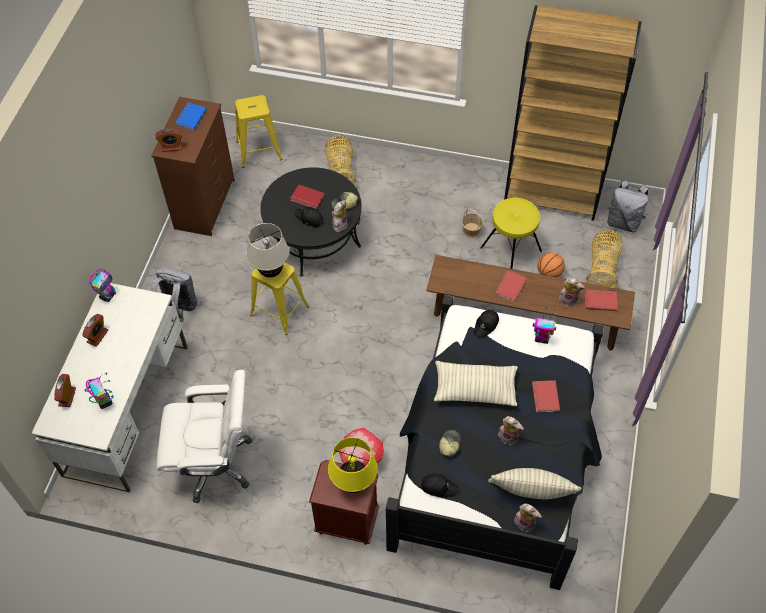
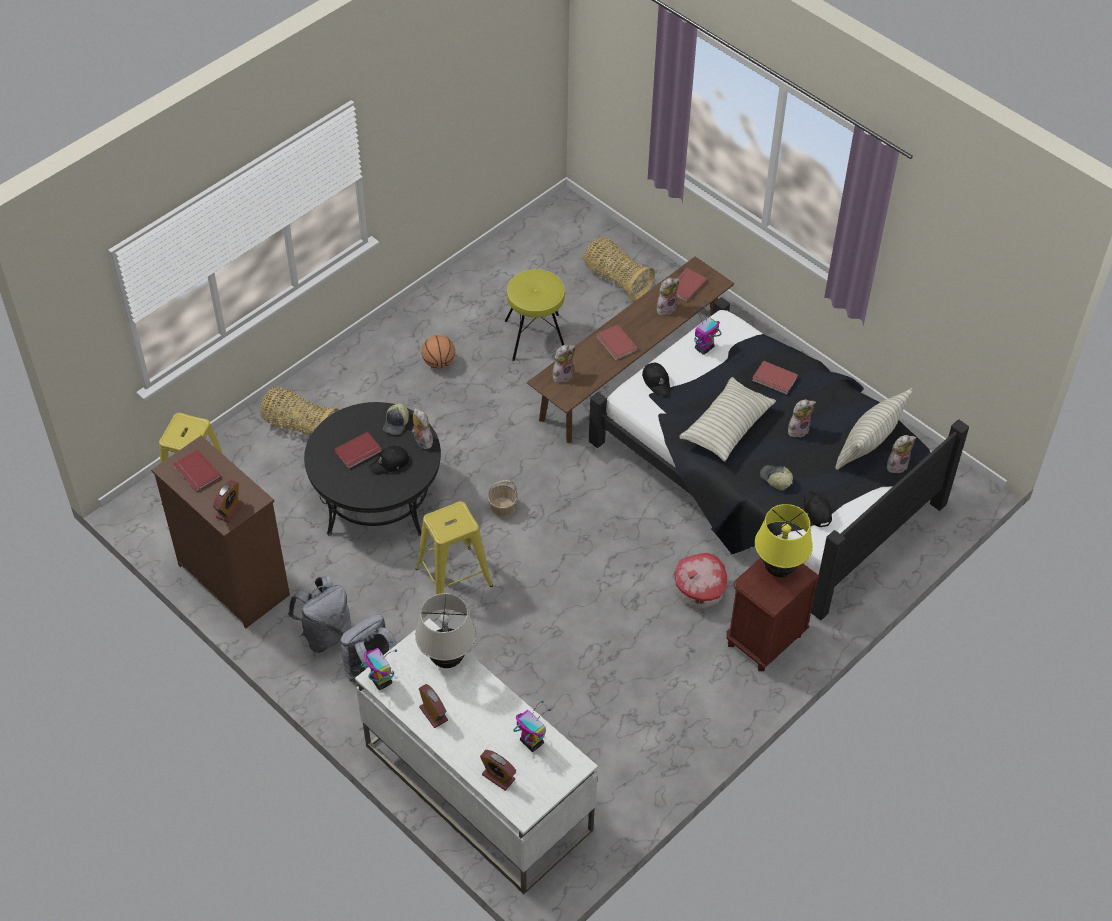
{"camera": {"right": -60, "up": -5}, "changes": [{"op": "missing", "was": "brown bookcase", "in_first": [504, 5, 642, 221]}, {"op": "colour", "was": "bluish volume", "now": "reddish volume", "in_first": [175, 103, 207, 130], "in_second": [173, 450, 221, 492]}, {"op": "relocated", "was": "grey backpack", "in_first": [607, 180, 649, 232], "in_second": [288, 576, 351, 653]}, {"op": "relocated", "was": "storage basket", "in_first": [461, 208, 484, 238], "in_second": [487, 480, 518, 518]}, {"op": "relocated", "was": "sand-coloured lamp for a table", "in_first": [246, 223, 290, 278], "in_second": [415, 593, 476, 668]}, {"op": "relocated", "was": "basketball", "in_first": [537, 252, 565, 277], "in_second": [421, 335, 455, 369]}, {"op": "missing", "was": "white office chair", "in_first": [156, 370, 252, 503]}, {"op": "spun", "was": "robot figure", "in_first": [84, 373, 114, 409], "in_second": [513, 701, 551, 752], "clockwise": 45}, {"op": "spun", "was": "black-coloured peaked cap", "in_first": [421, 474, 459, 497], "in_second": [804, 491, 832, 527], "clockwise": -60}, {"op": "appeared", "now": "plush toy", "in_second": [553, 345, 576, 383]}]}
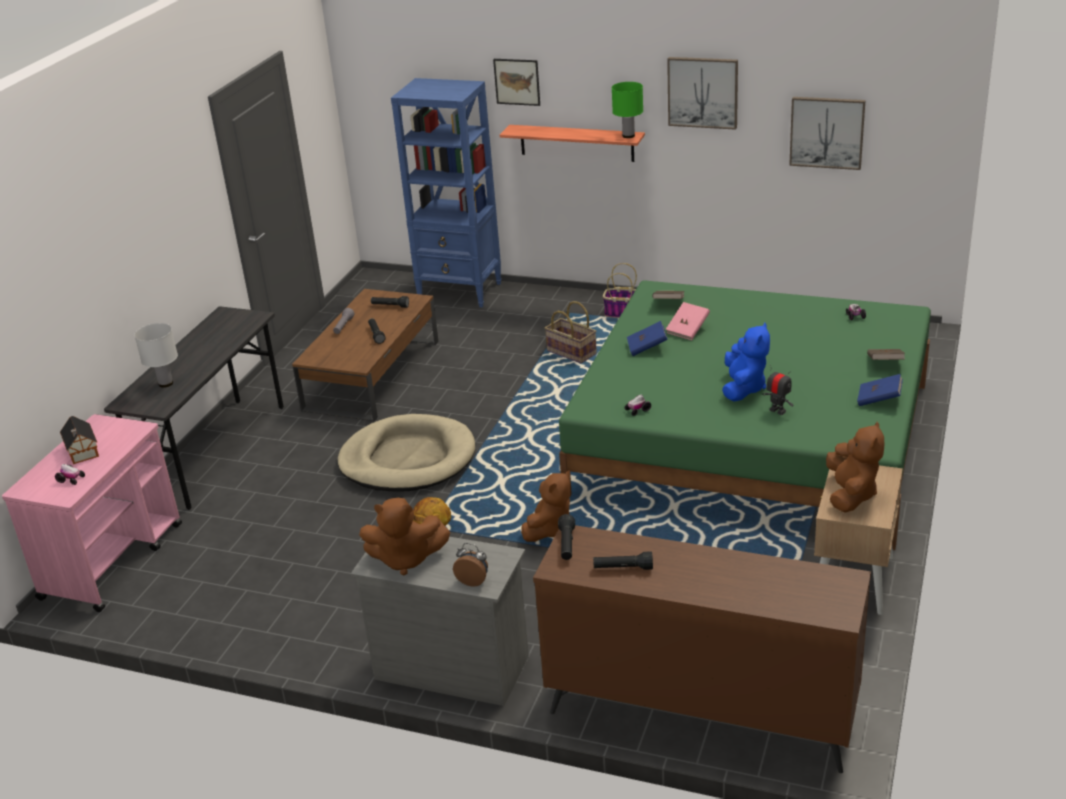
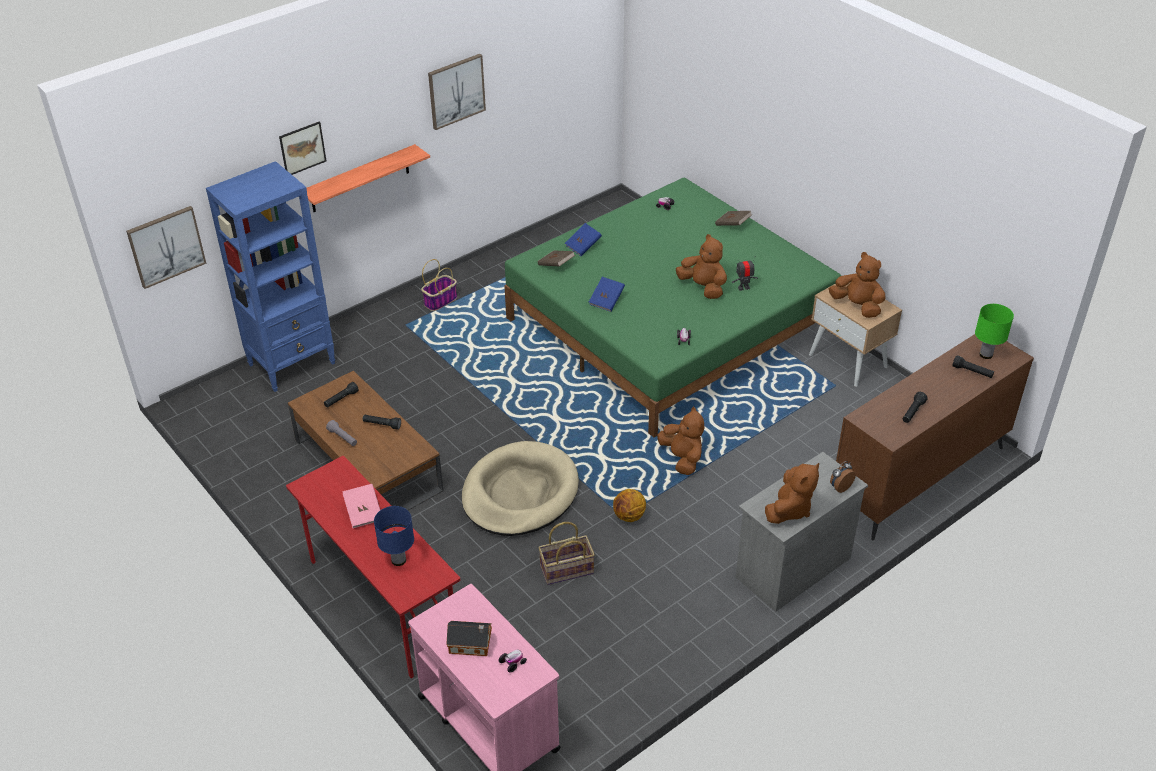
{"camera": {"right": -60, "up": 10}, "changes": [{"op": "relocated", "was": "green-coloured lamp for a table", "in_first": [612, 82, 643, 138], "in_second": [975, 304, 1014, 359]}, {"op": "relocated", "was": "picture", "in_first": [789, 97, 866, 170], "in_second": [126, 206, 206, 289]}, {"op": "relocated", "was": "storage basket", "in_first": [545, 301, 597, 363], "in_second": [538, 522, 595, 585]}, {"op": "relocated", "was": "pink-coloured volume", "in_first": [666, 302, 710, 340], "in_second": [342, 484, 380, 528]}, {"op": "colour", "was": "grey desk", "now": "reddish desk", "in_first": [104, 306, 284, 510], "in_second": [286, 456, 460, 678]}, {"op": "colour", "was": "white lamp for a table", "now": "bluish lamp for a table", "in_first": [134, 323, 178, 388], "in_second": [374, 506, 414, 566]}, {"op": "colour", "was": "bluish plush toy", "now": "brown plush toy", "in_first": [722, 323, 770, 402], "in_second": [676, 234, 727, 299]}, {"op": "relocated", "was": "bluish volume", "in_first": [857, 374, 903, 406], "in_second": [565, 223, 602, 256]}, {"op": "relocated", "was": "black-coloured flashlight", "in_first": [558, 514, 575, 560], "in_second": [952, 355, 994, 378]}]}
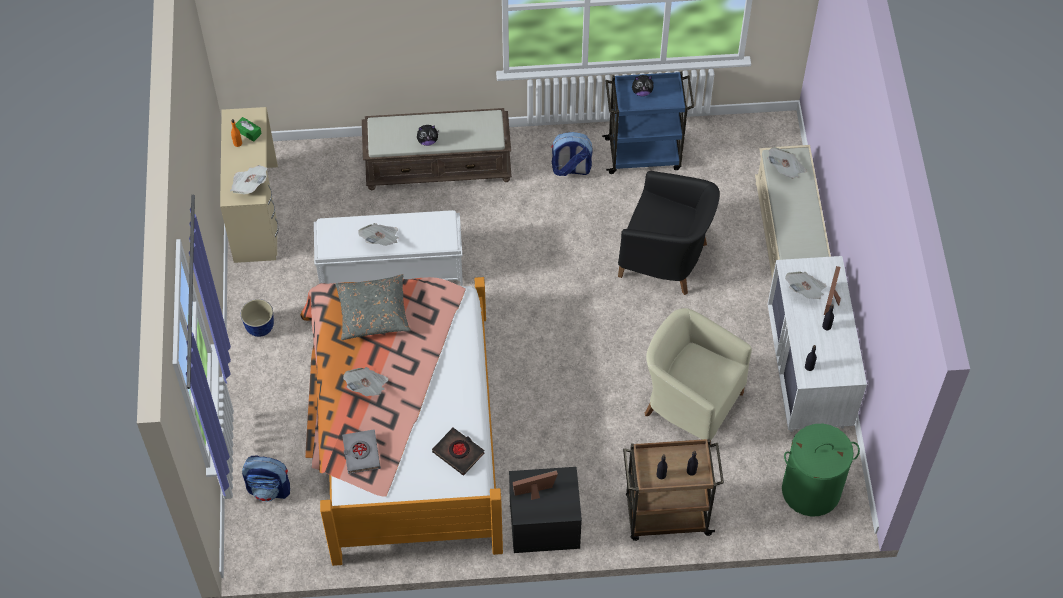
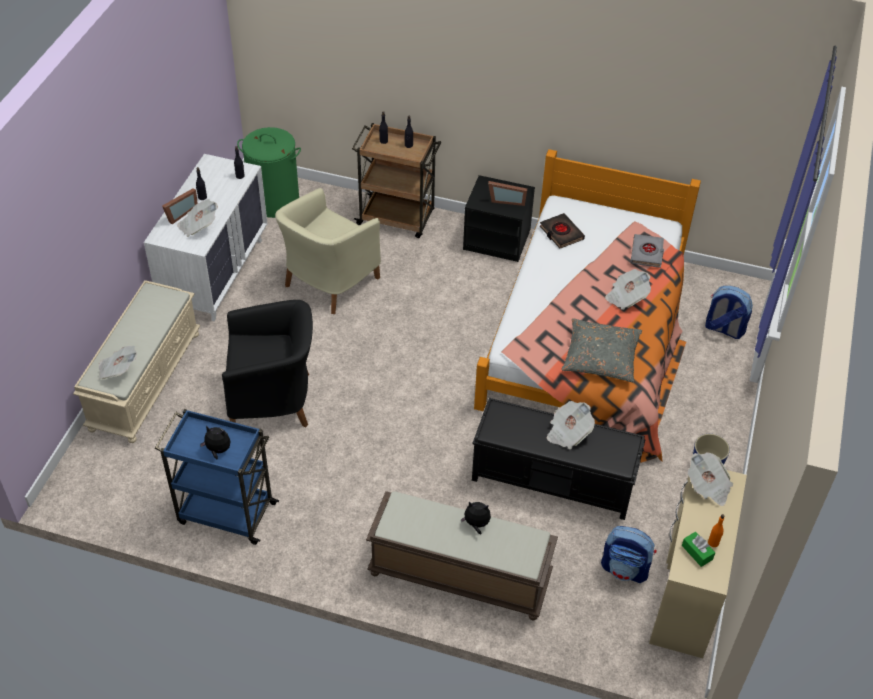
{"camera": {"right": -160, "up": -10}, "changes": [{"op": "relocated", "was": "backpack", "in_first": [551, 132, 593, 176], "in_second": [601, 526, 656, 583]}, {"op": "spun", "was": "black-coloured lounge chair", "in_first": [618, 171, 720, 295], "in_second": [222, 300, 313, 428], "clockwise": 135}, {"op": "colour", "was": "white bench", "now": "black-coloured bench", "in_first": [314, 210, 463, 286], "in_second": [472, 398, 646, 520]}, {"op": "spun", "was": "sand-coloured lounge chair", "in_first": [645, 308, 752, 444], "in_second": [275, 188, 381, 314], "clockwise": 75}]}
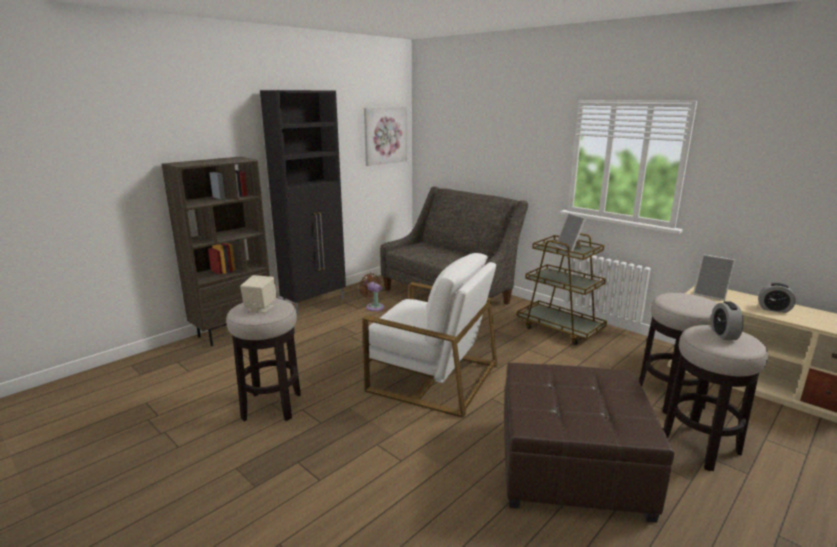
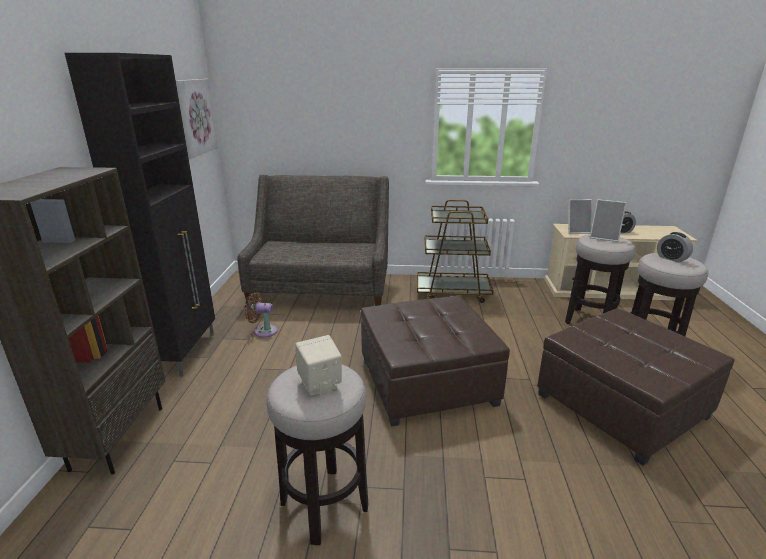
{"camera": {"right": -40, "up": 5}, "changes": [{"op": "relocated", "was": "photo frame", "in_first": [555, 213, 586, 251], "in_second": [590, 199, 627, 242]}, {"op": "exchanged", "was": "white lounge chair", "now": "brown footrest", "in_first": [363, 253, 498, 418], "in_second": [361, 296, 510, 427]}]}
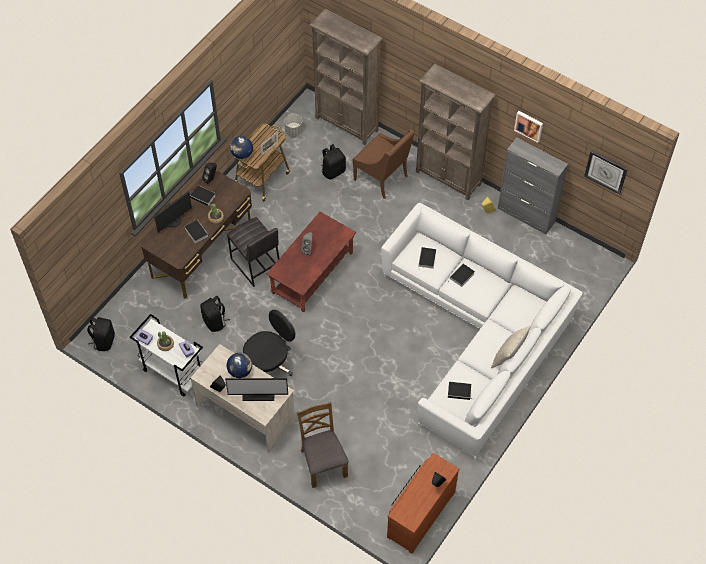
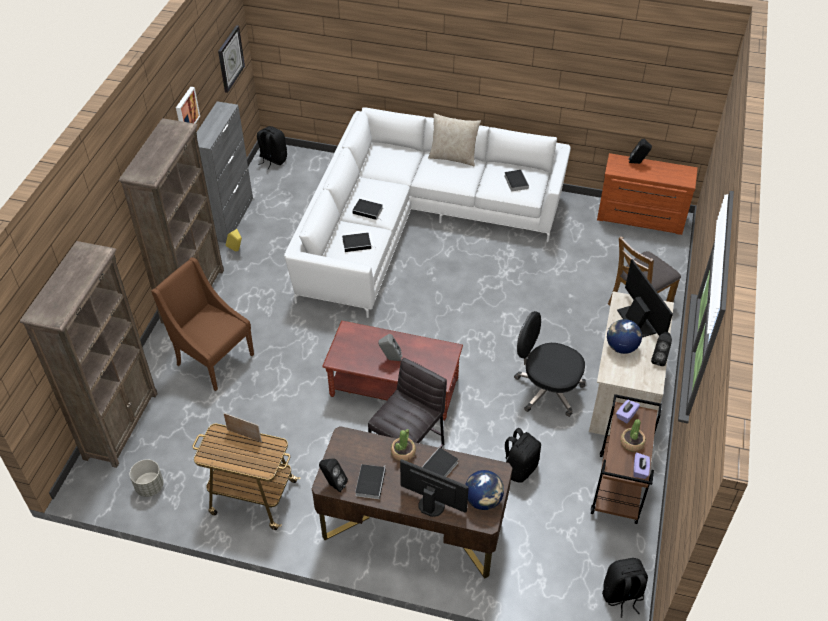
{"camera": {"right": -110, "up": -10}, "changes": [{"op": "spun", "was": "brown lounge chair", "in_first": [352, 129, 415, 199], "in_second": [151, 257, 254, 391], "clockwise": -75}, {"op": "relocated", "was": "world globe", "in_first": [230, 136, 253, 159], "in_second": [465, 470, 504, 510]}, {"op": "relocated", "was": "black-coloured backpack", "in_first": [321, 144, 346, 180], "in_second": [257, 126, 287, 170]}, {"op": "colour", "was": "white trolley", "now": "brown trolley", "in_first": [130, 314, 203, 397], "in_second": [591, 394, 662, 524]}]}
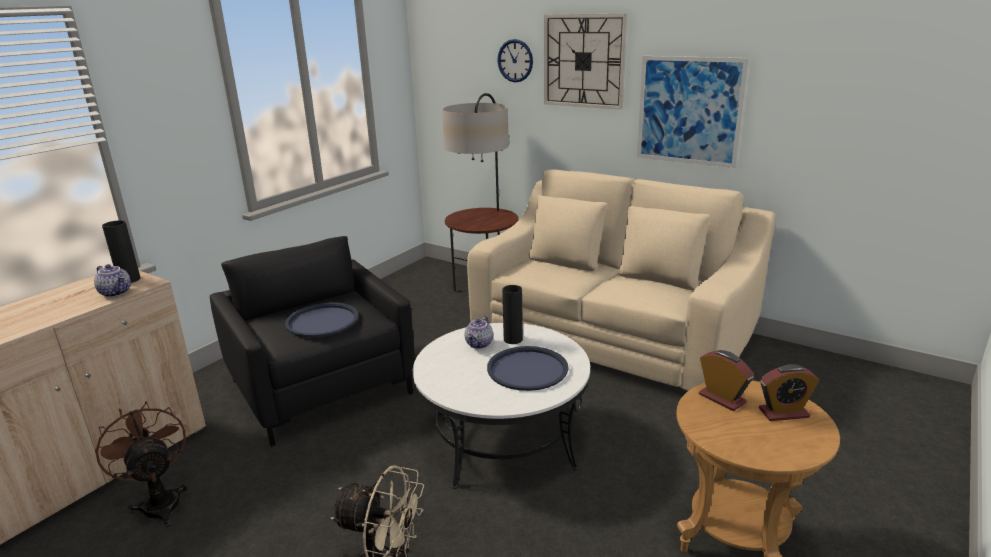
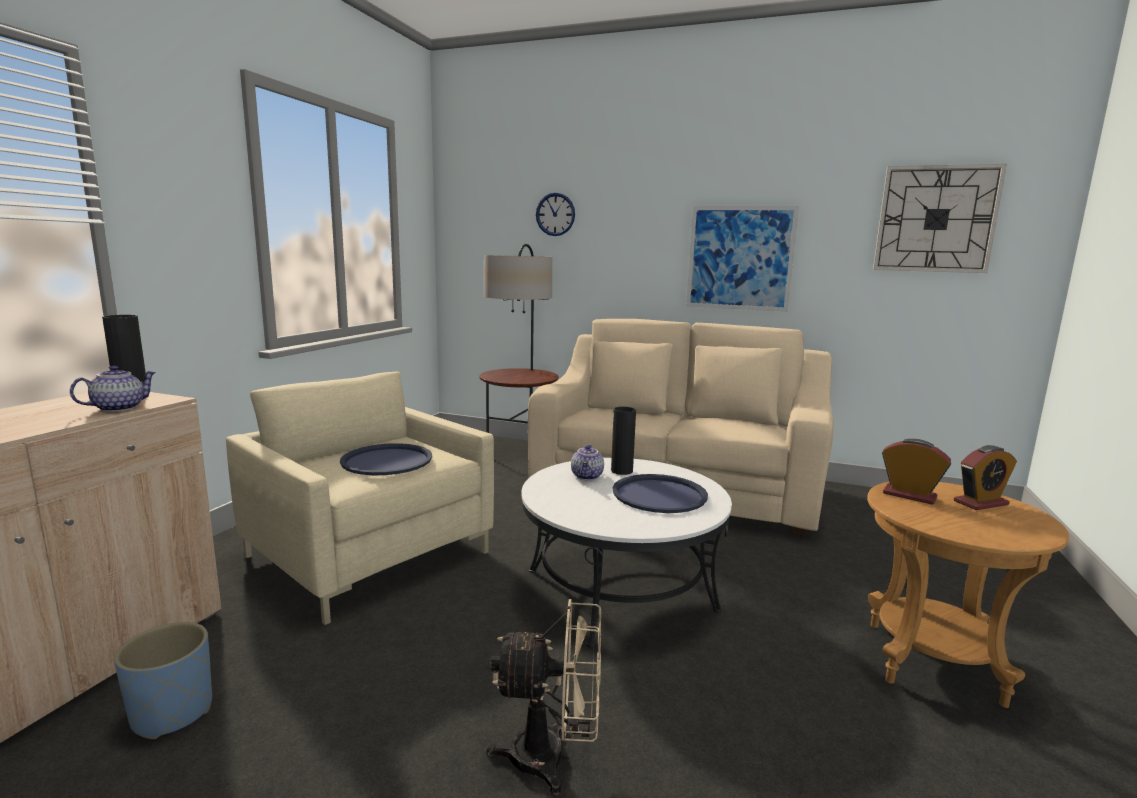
{"camera": {"right": -15, "up": -10}, "changes": [{"op": "relocated", "was": "hanging clock", "in_first": [544, 13, 627, 110], "in_second": [873, 164, 1007, 273]}, {"op": "colour", "was": "black-coloured lounge chair", "now": "sand-coloured lounge chair", "in_first": [210, 236, 415, 447], "in_second": [226, 372, 494, 625]}, {"op": "spun", "was": "teapot", "in_first": [94, 264, 131, 297], "in_second": [70, 365, 156, 412], "clockwise": -75}, {"op": "exchanged", "was": "brown electric fan", "now": "bluish plant pot", "in_first": [95, 401, 188, 527], "in_second": [114, 622, 212, 739]}]}
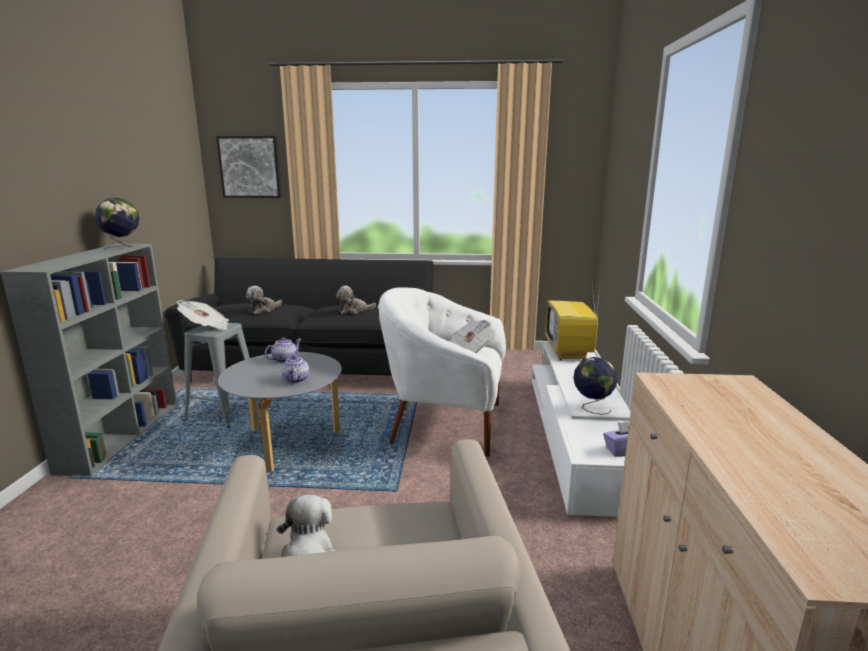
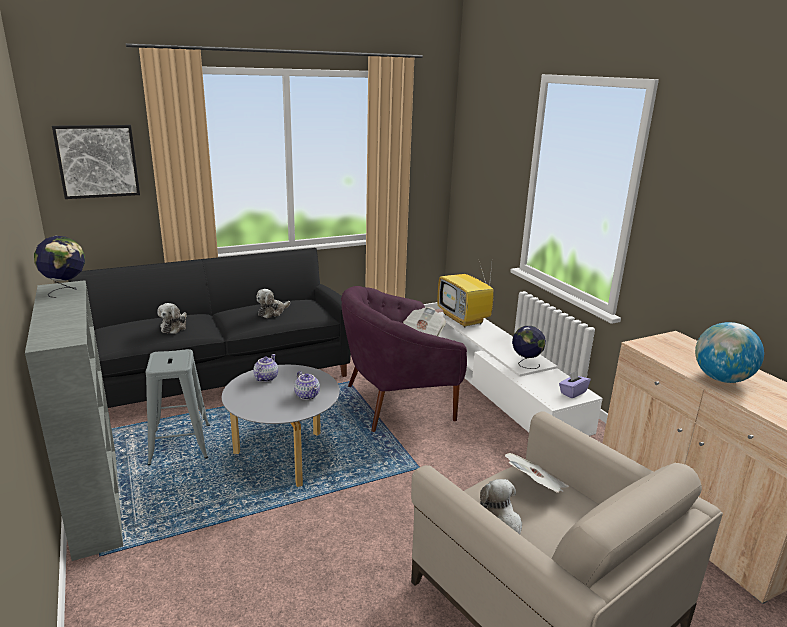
{"camera": {"right": -30, "up": 5}, "changes": [{"op": "colour", "was": "white lounge chair", "now": "purple-coloured lounge chair", "in_first": [378, 287, 506, 457], "in_second": [341, 286, 467, 432]}, {"op": "relocated", "was": "daily paper", "in_first": [177, 300, 229, 330], "in_second": [505, 453, 569, 493]}, {"op": "appeared", "now": "world globe", "in_second": [695, 322, 764, 383]}]}
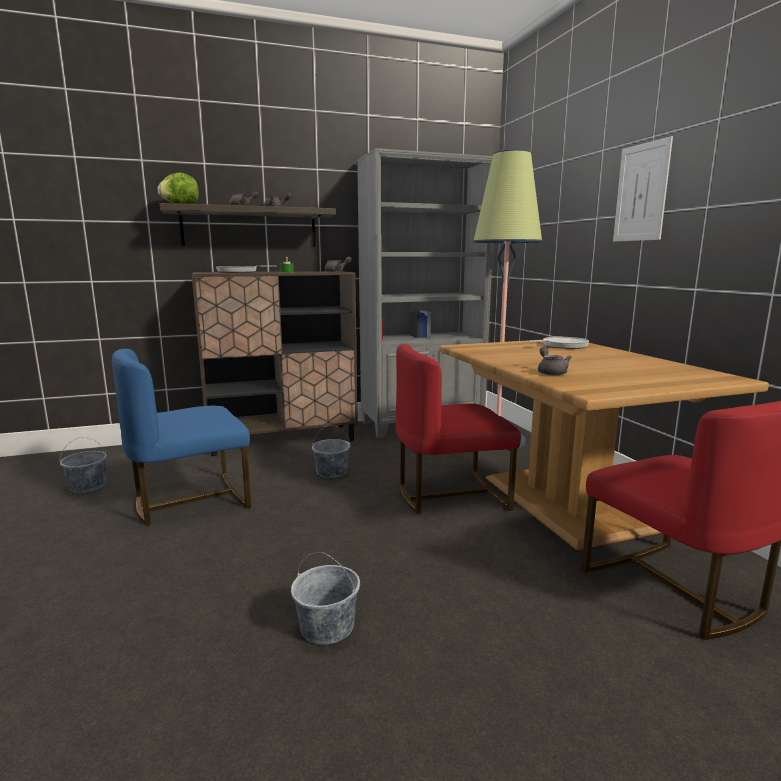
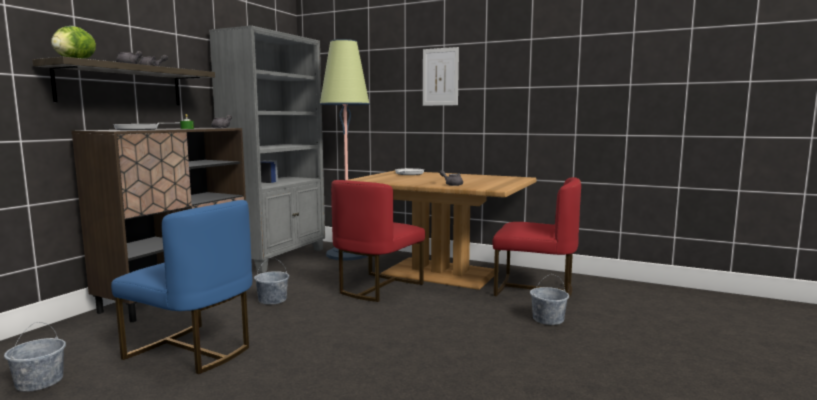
{"camera": {"right": -45, "up": -5}, "changes": [{"op": "spun", "was": "bluish chair", "in_first": [112, 349, 251, 526], "in_second": [111, 200, 252, 374], "clockwise": -75}, {"op": "relocated", "was": "grey pail", "in_first": [291, 552, 360, 645], "in_second": [530, 274, 569, 325]}]}
